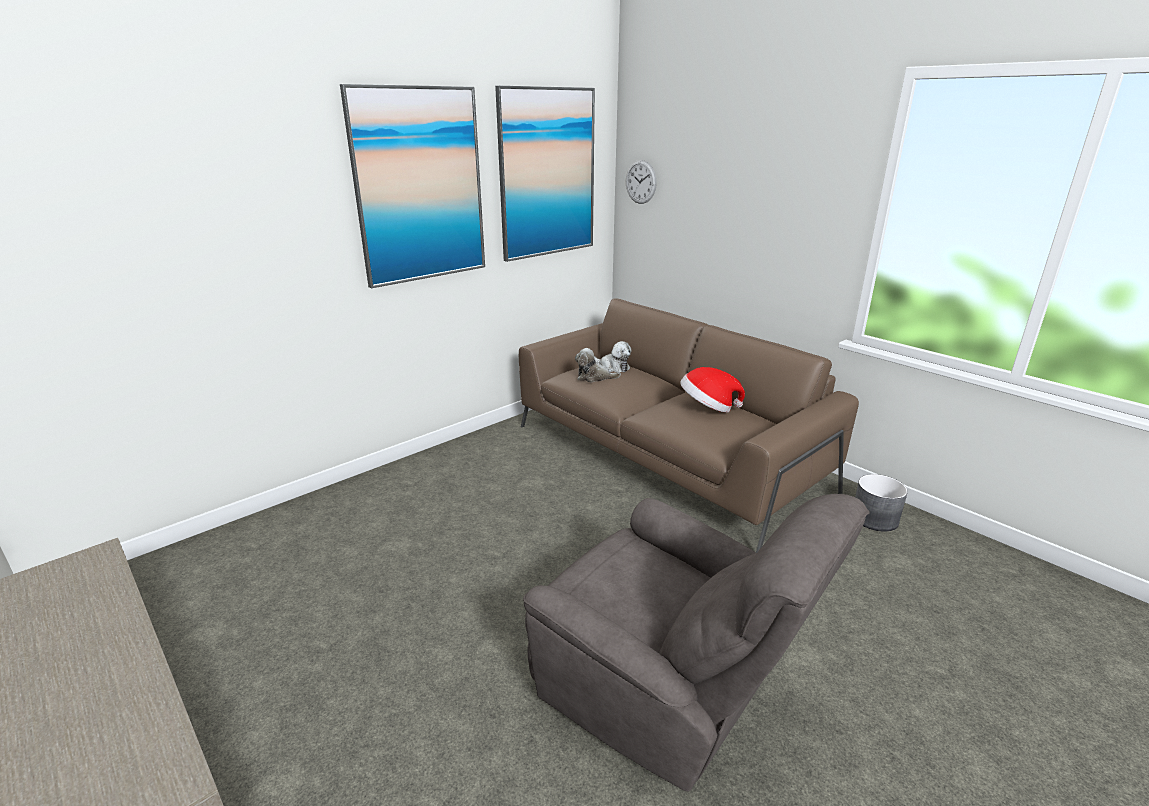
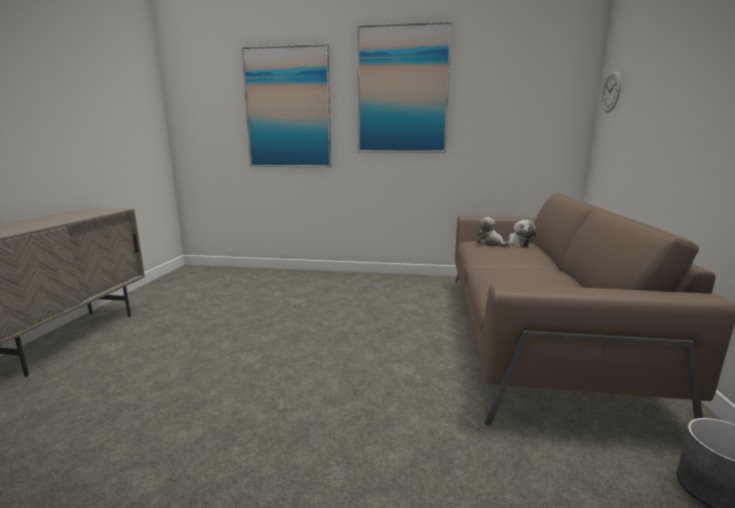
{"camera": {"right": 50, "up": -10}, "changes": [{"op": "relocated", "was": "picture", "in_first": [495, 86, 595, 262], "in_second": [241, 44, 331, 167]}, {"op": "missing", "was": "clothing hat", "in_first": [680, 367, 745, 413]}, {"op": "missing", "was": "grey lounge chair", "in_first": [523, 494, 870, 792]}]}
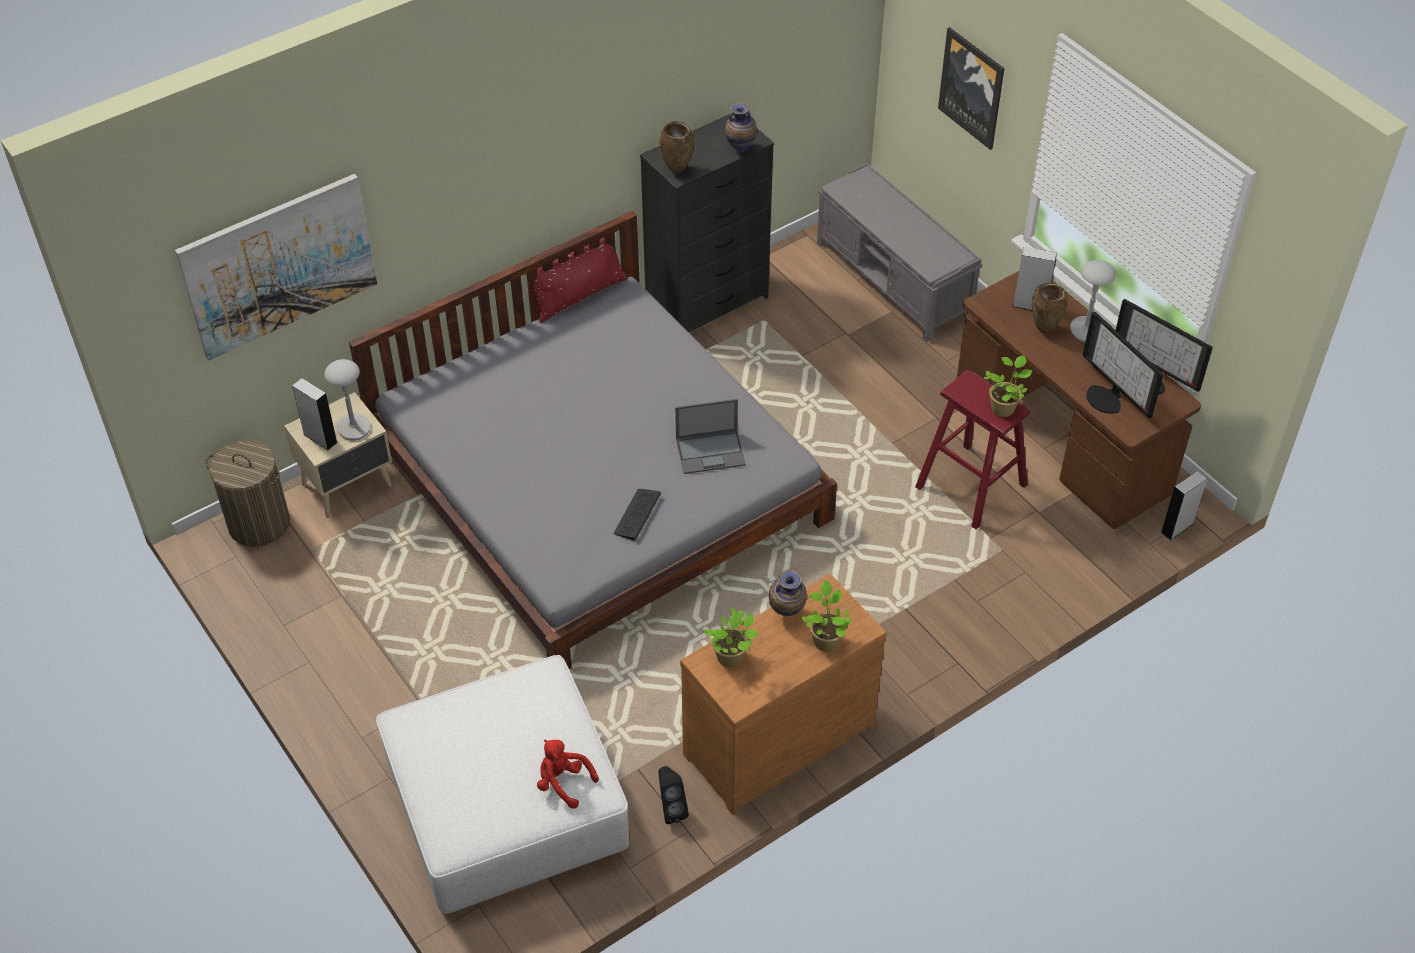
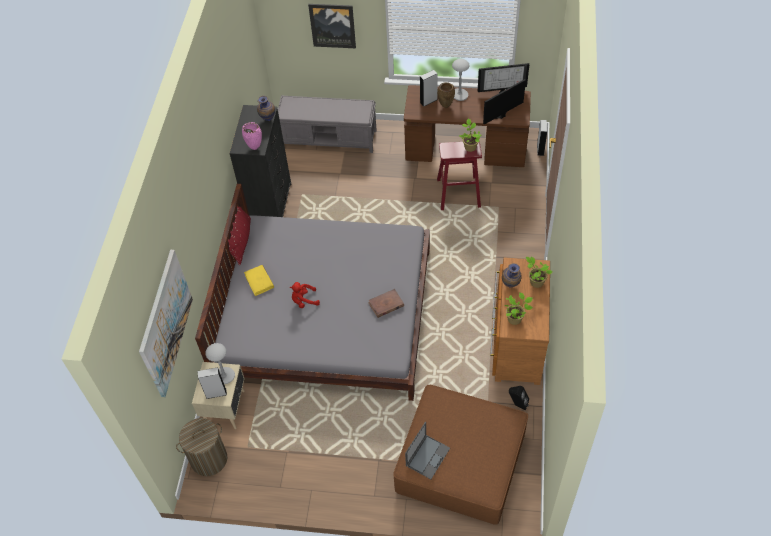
{"camera": {"right": -45, "up": 5}, "changes": [{"op": "colour", "was": "brown vase", "now": "pink-coloured vase", "in_first": [660, 121, 694, 174], "in_second": [242, 122, 262, 150]}, {"op": "spun", "was": "monitor", "in_first": [1083, 312, 1164, 418], "in_second": [483, 79, 526, 125], "clockwise": 135}, {"op": "relocated", "was": "laptop", "in_first": [675, 399, 746, 474], "in_second": [405, 422, 450, 479]}, {"op": "exchanged", "was": "PC keyboard", "now": "brown volume", "in_first": [614, 489, 661, 540], "in_second": [368, 289, 404, 318]}, {"op": "colour", "was": "white footrest", "now": "brown footrest", "in_first": [376, 655, 629, 914], "in_second": [393, 385, 528, 525]}, {"op": "relocated", "was": "reddish plush toy", "in_first": [537, 740, 599, 809], "in_second": [290, 282, 320, 308]}, {"op": "appeared", "now": "yellow-coloured volume", "in_second": [244, 265, 274, 296]}]}
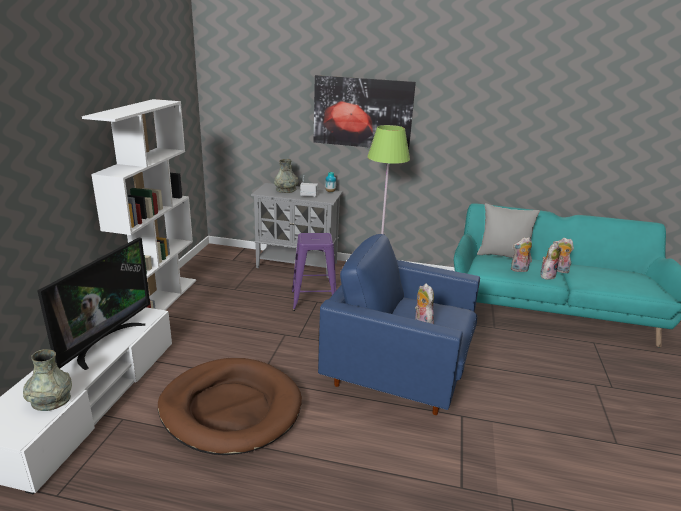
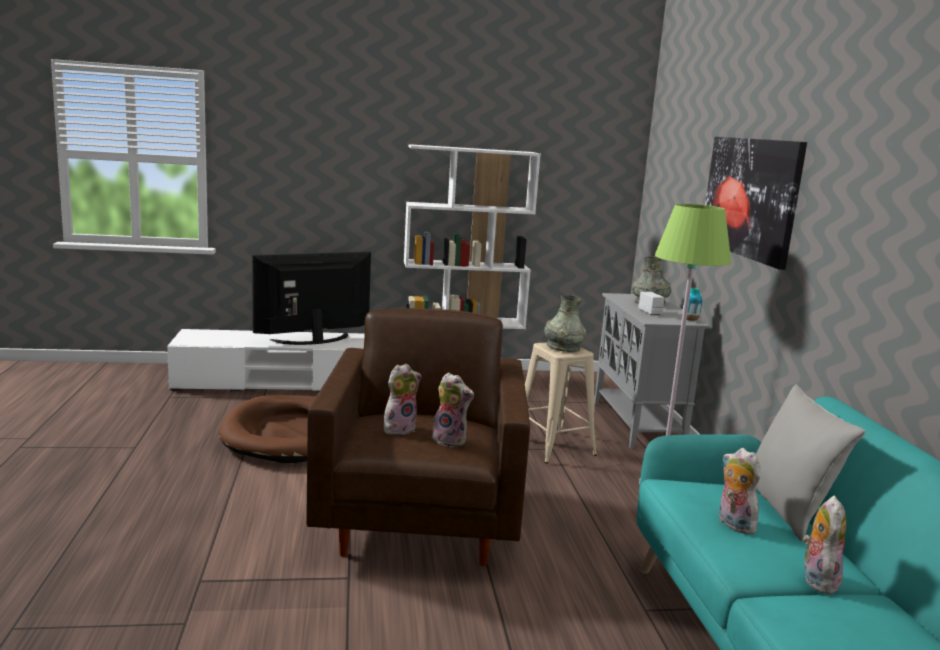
{"camera": {"right": 70, "up": -10}, "changes": [{"op": "colour", "was": "purple-coloured stool", "now": "sand-coloured stool", "in_first": [292, 233, 336, 311], "in_second": [525, 343, 597, 464]}, {"op": "colour", "was": "bluish lounge chair", "now": "brown lounge chair", "in_first": [318, 234, 480, 415], "in_second": [307, 308, 530, 566]}, {"op": "spun", "was": "TV set", "in_first": [37, 237, 150, 370], "in_second": [252, 251, 371, 345], "clockwise": 150}, {"op": "relocated", "was": "plush toy", "in_first": [540, 243, 561, 280], "in_second": [432, 373, 474, 447]}, {"op": "relocated", "was": "grey vase", "in_first": [23, 349, 72, 411], "in_second": [544, 295, 586, 352]}]}
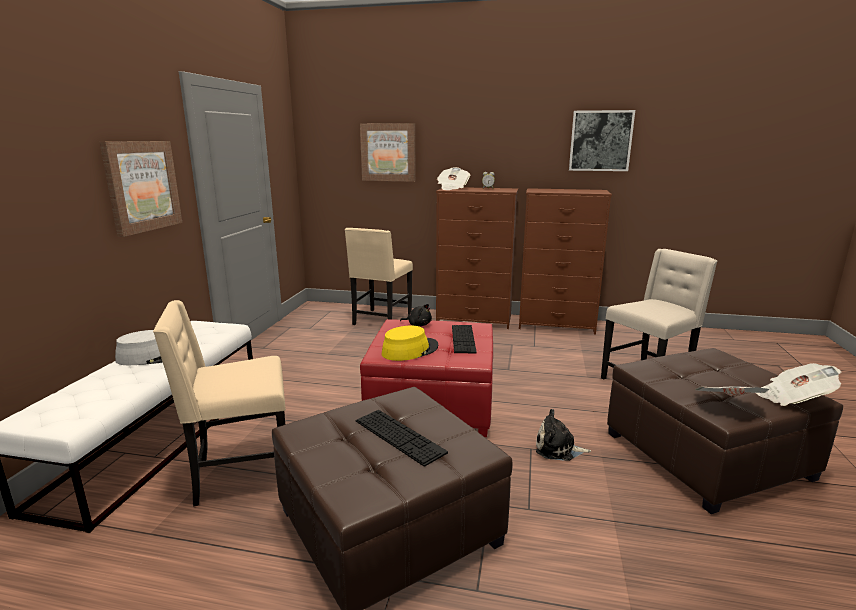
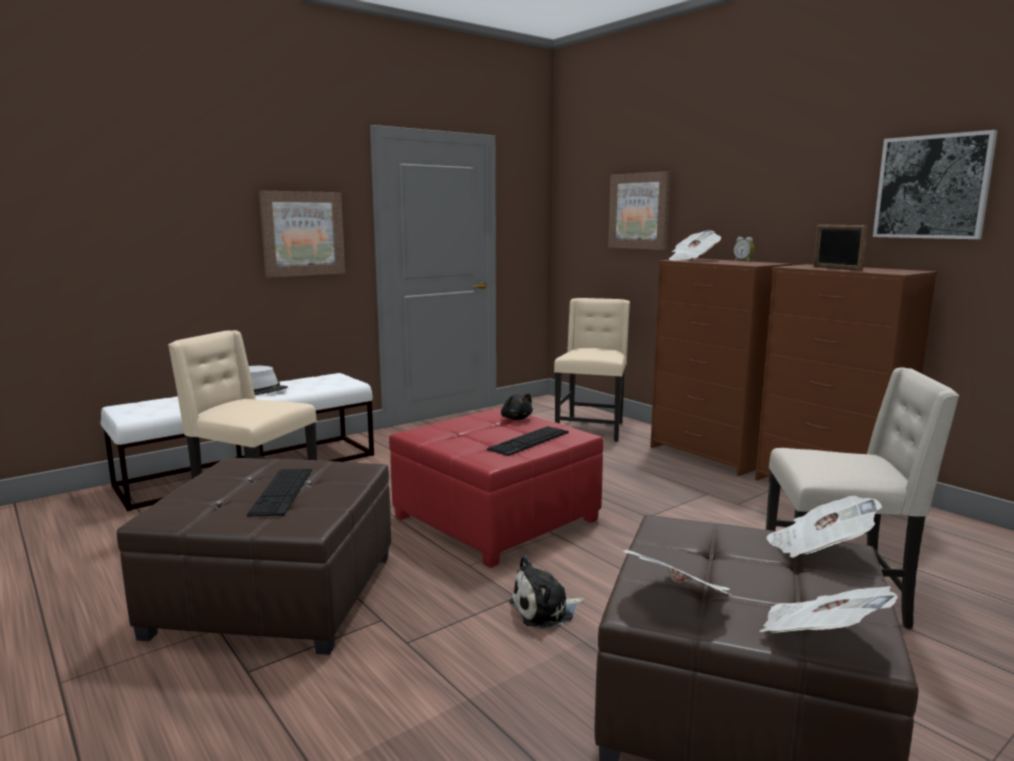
{"camera": {"right": 40, "up": -5}, "changes": [{"op": "spun", "was": "sand-coloured chair", "in_first": [345, 228, 413, 325], "in_second": [554, 298, 630, 442], "clockwise": 135}, {"op": "missing", "was": "yellow-coloured clothing hat", "in_first": [381, 326, 438, 361]}, {"op": "spun", "was": "plush toy", "in_first": [536, 409, 591, 461], "in_second": [509, 556, 584, 629], "clockwise": -75}, {"op": "appeared", "now": "photo frame", "in_second": [813, 225, 868, 271]}, {"op": "appeared", "now": "daily paper", "in_second": [766, 496, 882, 558]}]}
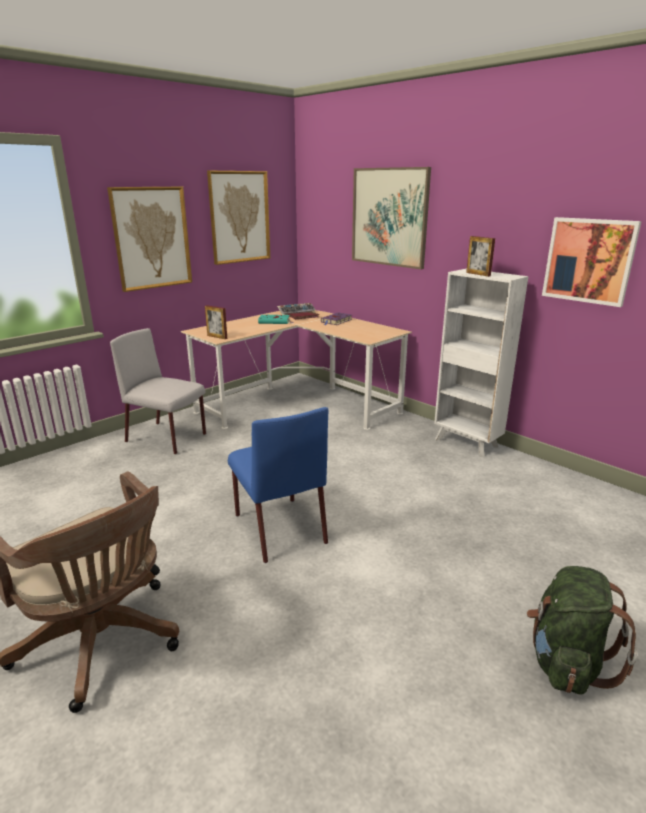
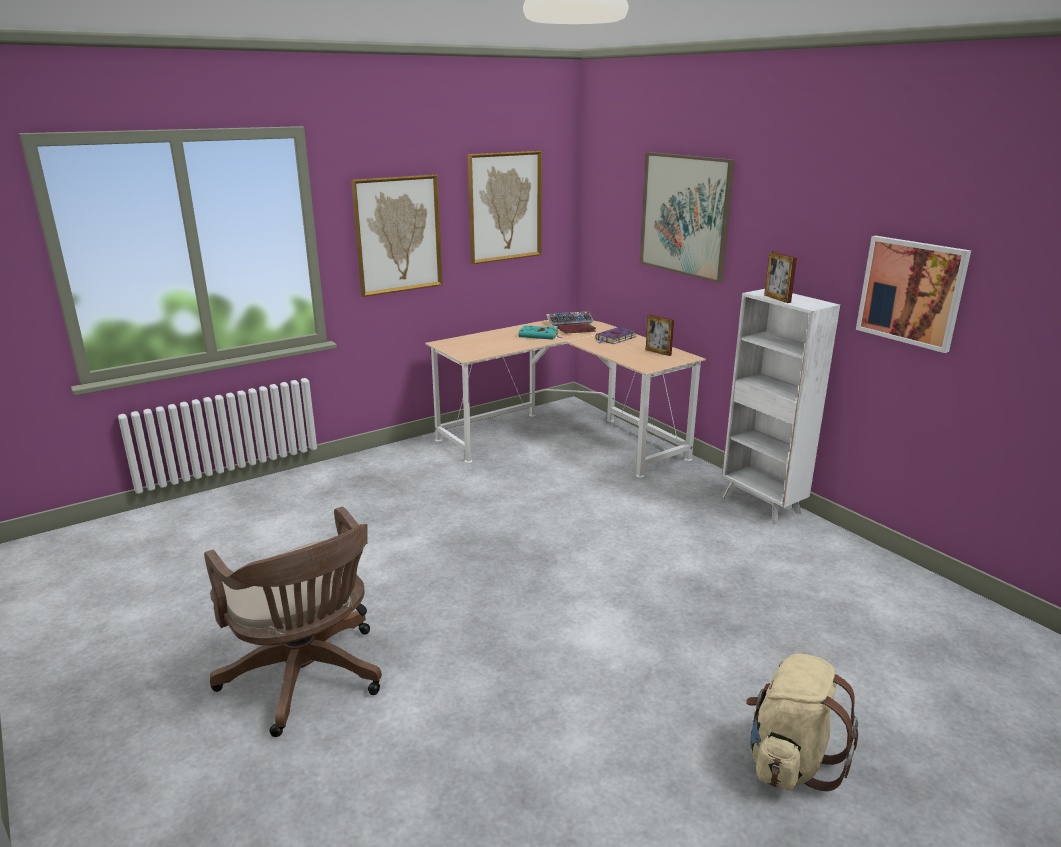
{"camera": {"right": 10, "up": 0}, "changes": [{"op": "relocated", "was": "photo frame", "in_first": [205, 305, 227, 339], "in_second": [646, 315, 674, 356]}, {"op": "missing", "was": "grey chair", "in_first": [110, 328, 206, 454]}, {"op": "missing", "was": "bluish chair", "in_first": [228, 407, 328, 563]}, {"op": "colour", "was": "green-coloured backpack", "now": "sand-coloured backpack", "in_first": [527, 566, 637, 695], "in_second": [746, 654, 858, 791]}]}
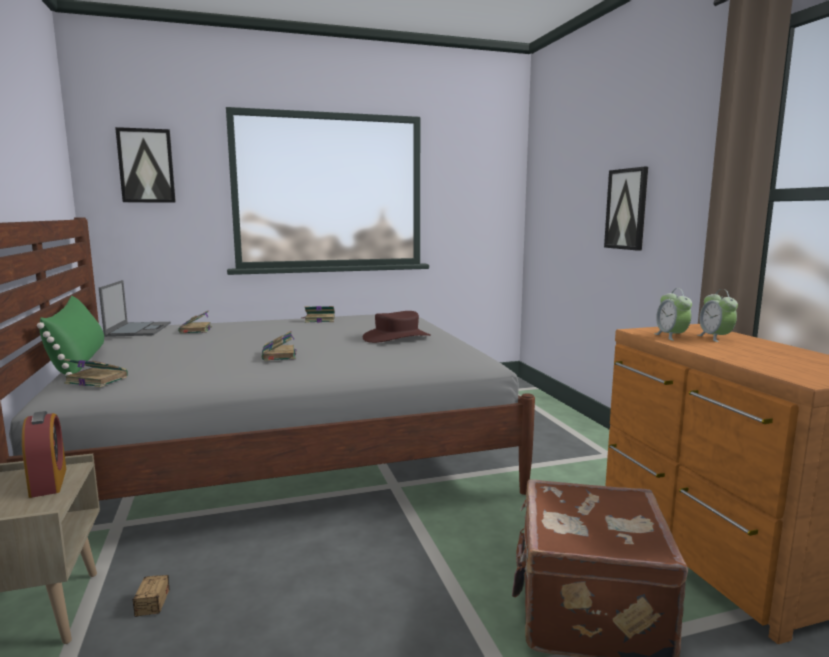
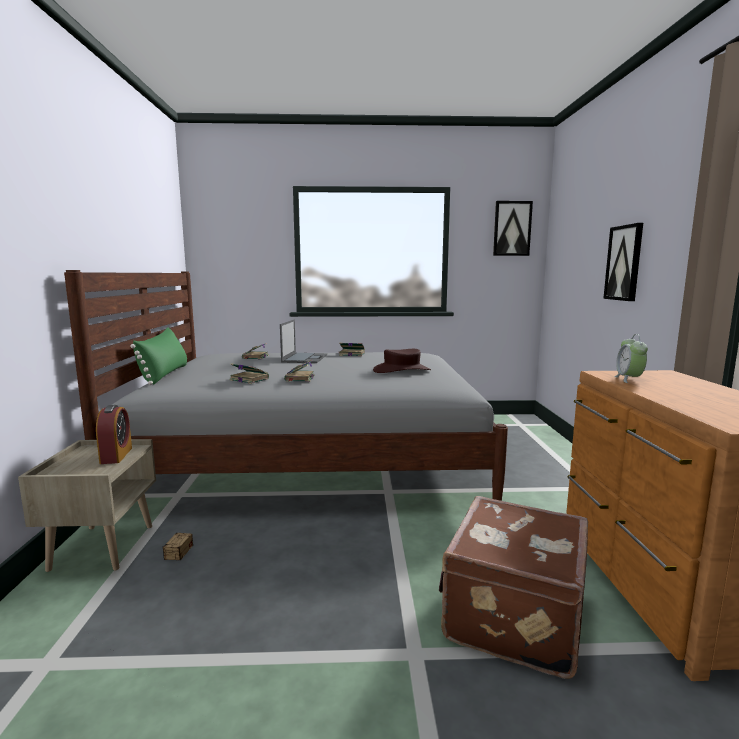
{"camera": {"right": 15, "up": 0}, "changes": [{"op": "relocated", "was": "picture", "in_first": [115, 127, 176, 203], "in_second": [493, 201, 533, 256]}, {"op": "relocated", "was": "laptop", "in_first": [99, 280, 171, 337], "in_second": [280, 320, 327, 363]}, {"op": "missing", "was": "alarm clock", "in_first": [698, 289, 738, 342]}, {"op": "relocated", "was": "volume", "in_first": [64, 359, 128, 387], "in_second": [229, 363, 269, 384]}]}
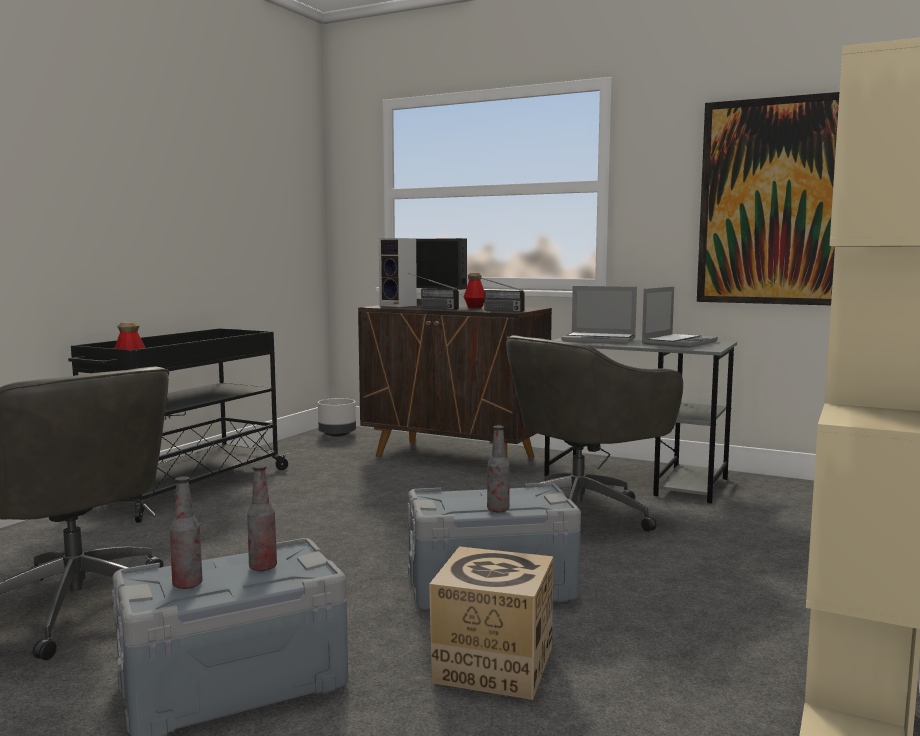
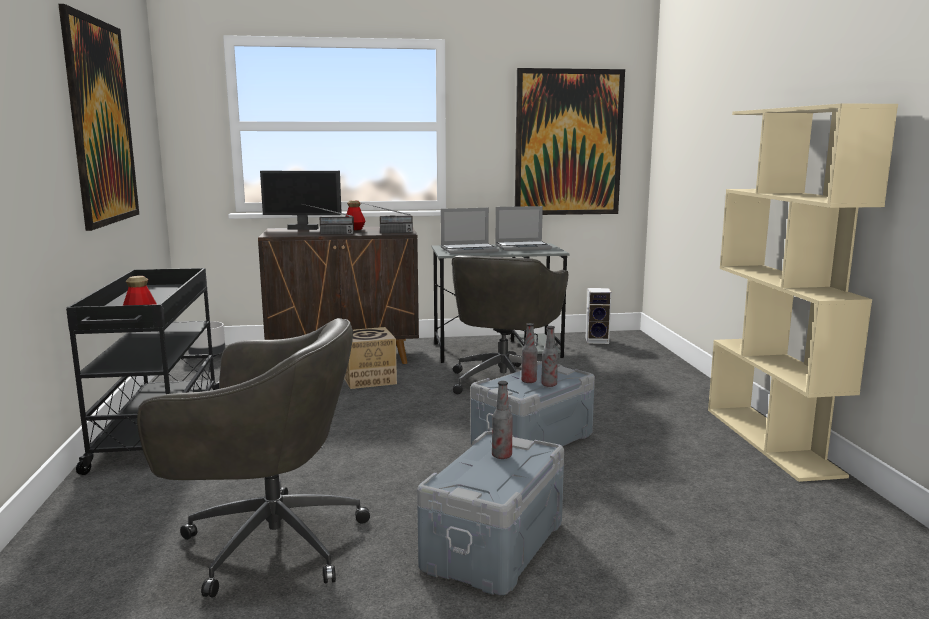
{"camera": {"right": -35, "up": 5}, "changes": [{"op": "relocated", "was": "speaker", "in_first": [379, 238, 417, 307], "in_second": [586, 288, 612, 344]}, {"op": "spun", "was": "laptop", "in_first": [642, 287, 718, 348], "in_second": [495, 206, 552, 251], "clockwise": 75}, {"op": "relocated", "was": "bottle", "in_first": [170, 476, 203, 589], "in_second": [521, 323, 537, 383]}, {"op": "relocated", "was": "cardboard box", "in_first": [429, 546, 553, 700], "in_second": [344, 327, 397, 389]}, {"op": "appeared", "now": "picture", "in_second": [58, 4, 139, 231]}]}
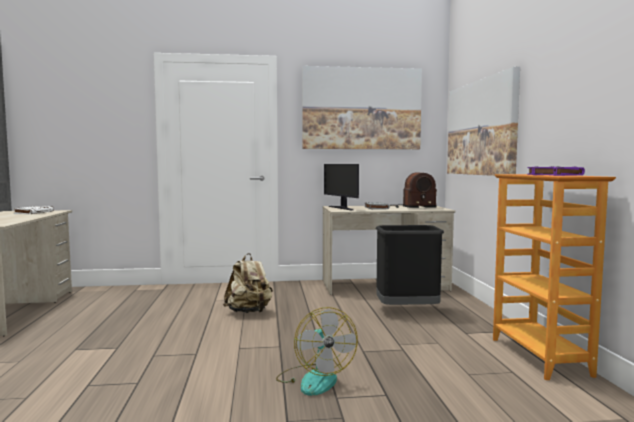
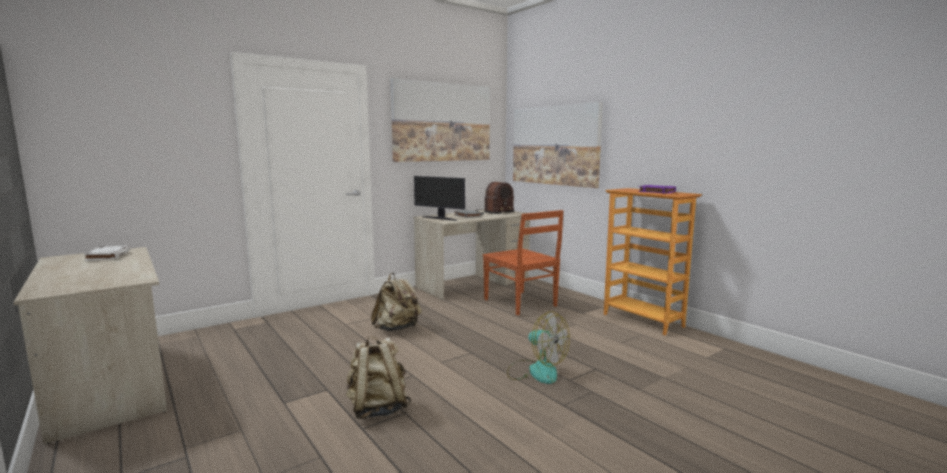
{"camera": {"right": -30, "up": 5}, "changes": [{"op": "exchanged", "was": "black-coloured waste bin", "now": "brown chair", "in_first": [376, 225, 444, 305], "in_second": [483, 210, 563, 315]}, {"op": "appeared", "now": "sand-coloured backpack", "in_second": [346, 336, 411, 419]}]}
